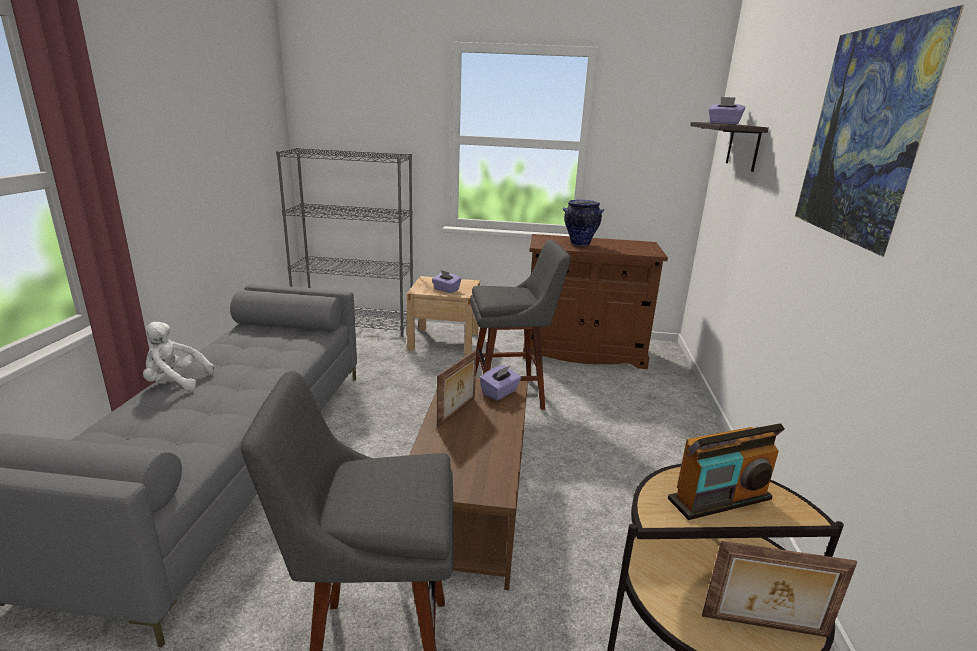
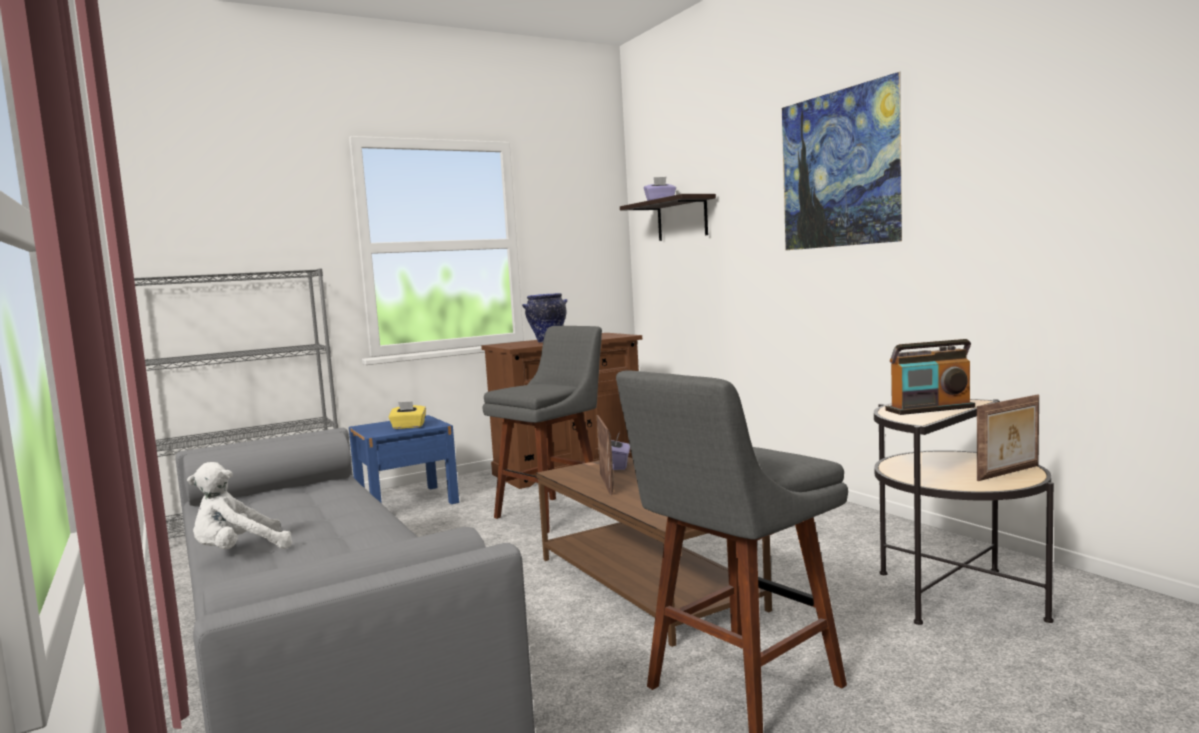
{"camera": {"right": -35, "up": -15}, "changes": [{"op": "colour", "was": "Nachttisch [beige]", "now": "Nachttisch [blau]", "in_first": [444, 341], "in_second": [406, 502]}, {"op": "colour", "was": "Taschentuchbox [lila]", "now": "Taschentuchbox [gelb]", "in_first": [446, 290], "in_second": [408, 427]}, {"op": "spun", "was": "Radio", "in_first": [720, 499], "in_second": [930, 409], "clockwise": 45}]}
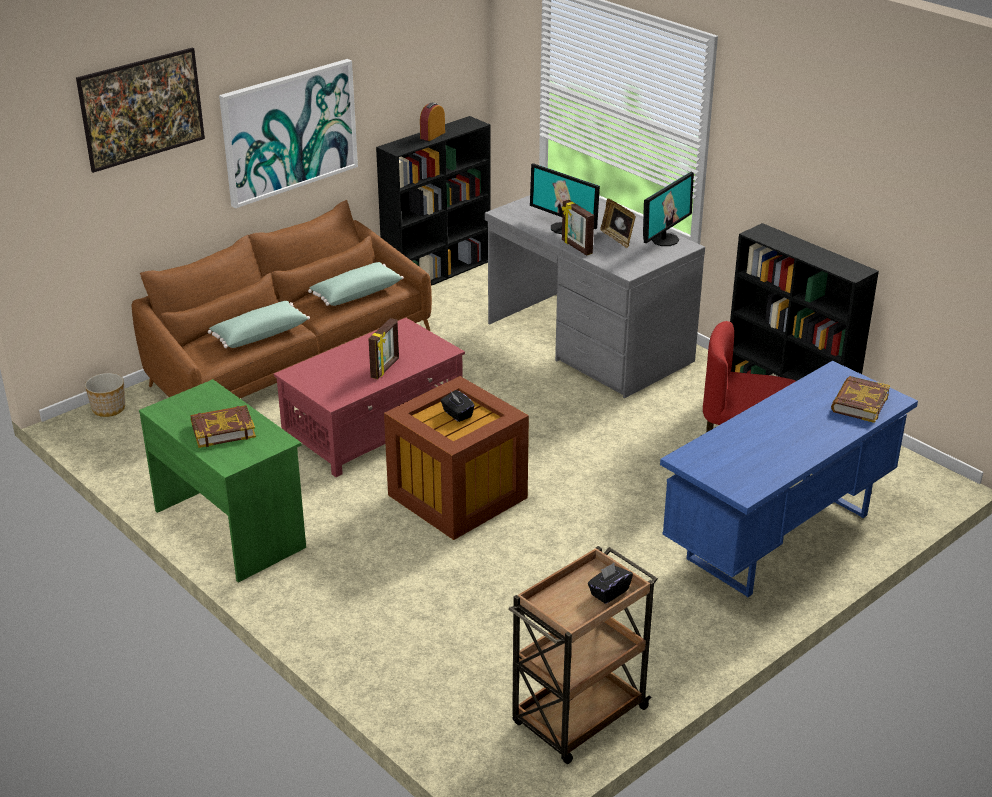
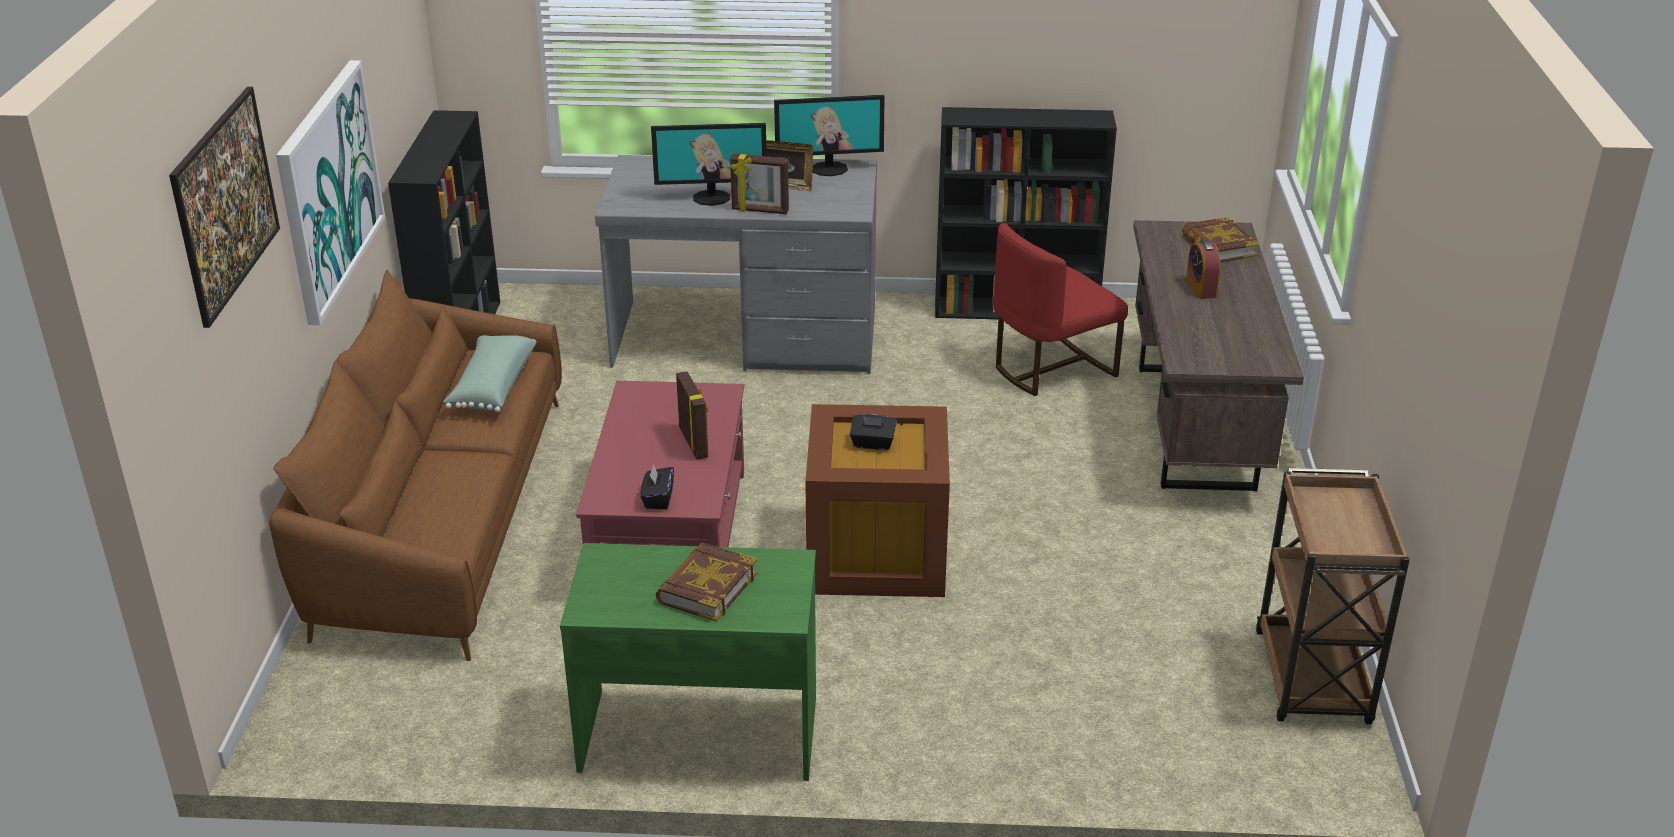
{"camera": {"right": -45, "up": 0}, "changes": [{"op": "missing", "was": "Pflanzkübel", "in_first": [109, 408]}, {"op": "missing", "was": "Kissen [grün]", "in_first": [259, 334]}, {"op": "relocated", "was": "Wecker", "in_first": [432, 135], "in_second": [1201, 288]}, {"op": "relocated", "was": "Taschentuchbox [schwarz]", "in_first": [609, 592], "in_second": [658, 499]}, {"op": "colour", "was": "Schreibtisch [blau]", "now": "Schreibtisch [braun]", "in_first": [778, 538], "in_second": [1196, 427]}, {"op": "spun", "was": "Monitor", "in_first": [665, 240], "in_second": [829, 168], "clockwise": 90}]}
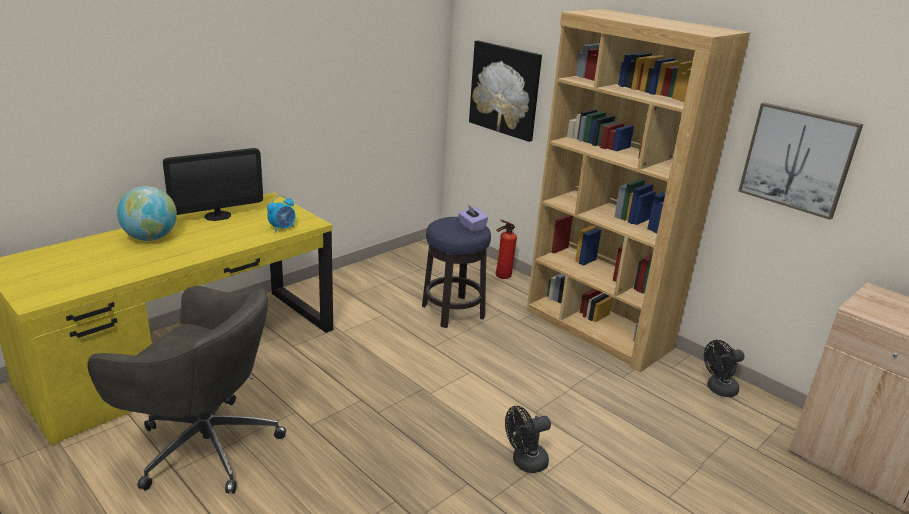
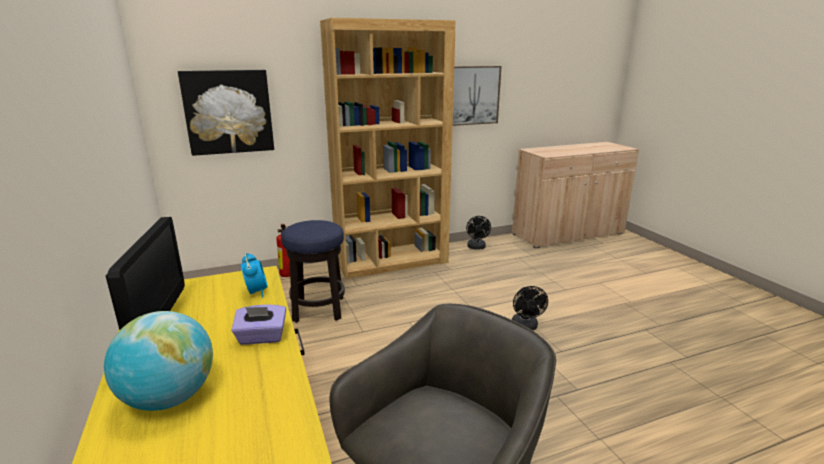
{"camera": {"right": -65, "up": -5}, "changes": [{"op": "relocated", "was": "Taschentuchbox [lila]", "in_first": [471, 227], "in_second": [261, 337]}]}
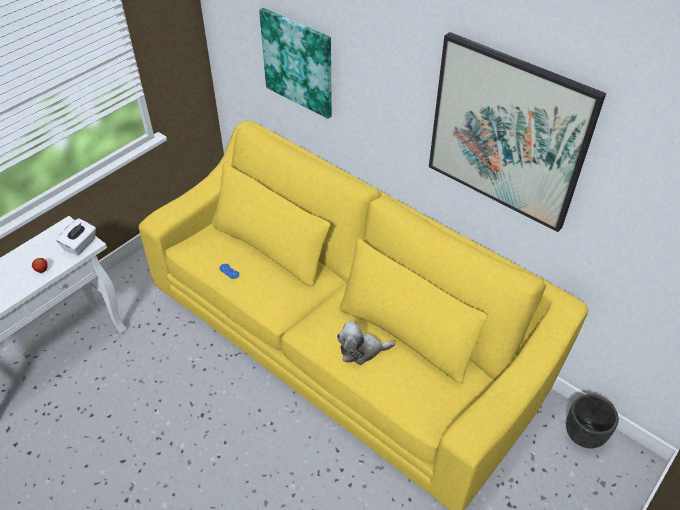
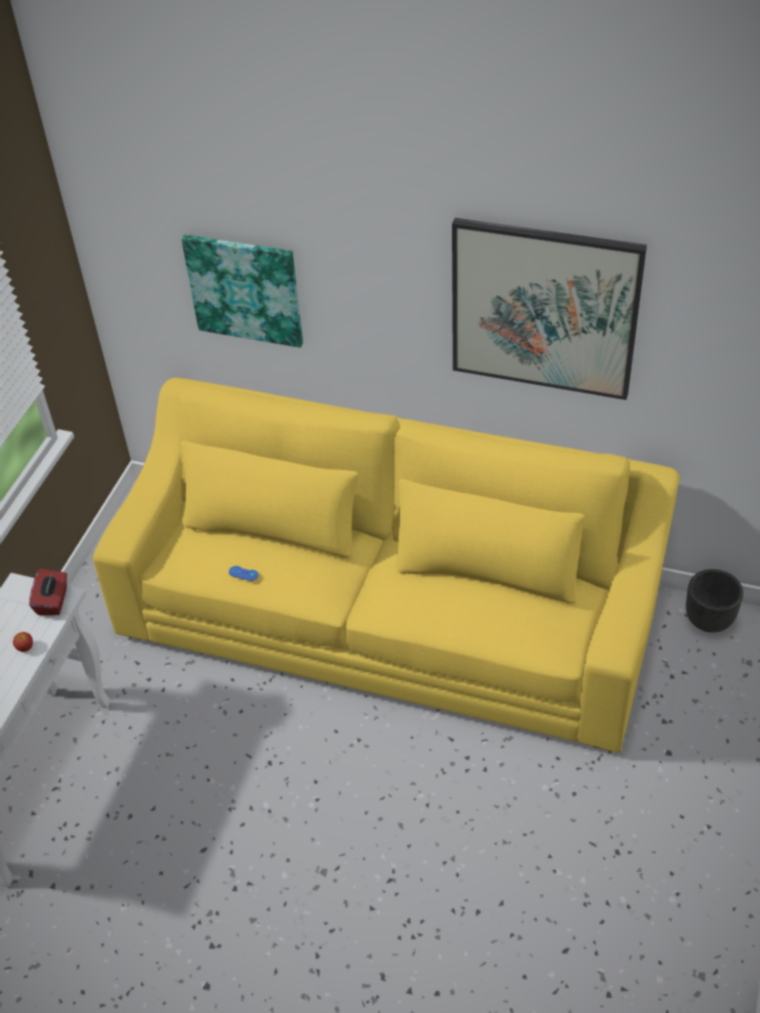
{"camera": {"right": -20, "up": 0}, "changes": [{"op": "missing", "was": "Plüschtier", "in_first": [362, 350]}, {"op": "colour", "was": "Taschentuchbox [weiß]", "now": "Taschentuchbox [rot]", "in_first": [80, 244], "in_second": [53, 601]}]}
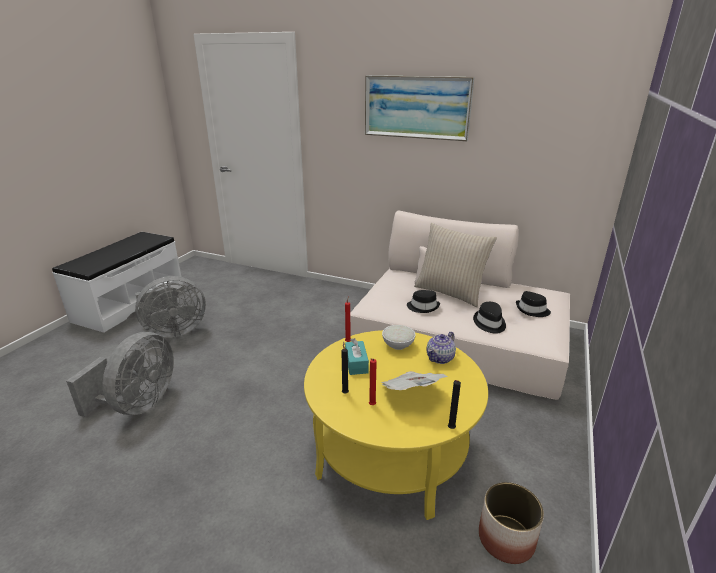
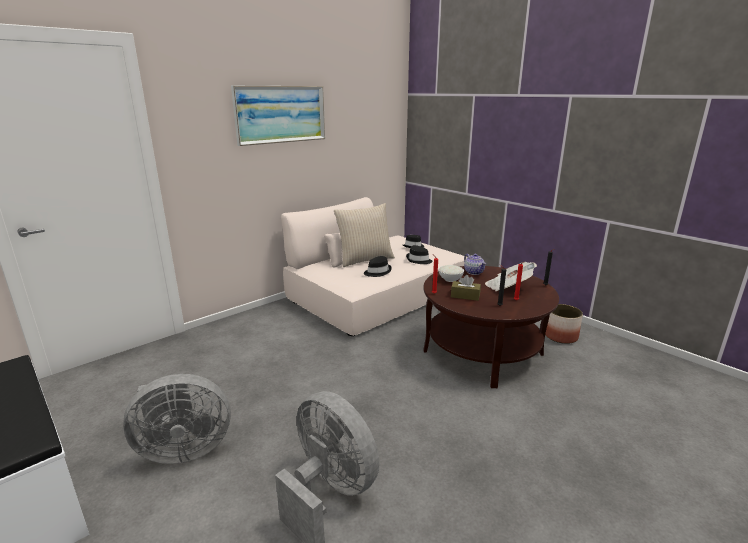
{"camera": {"right": -65, "up": -5}, "changes": [{"op": "colour", "was": "Couchtisch [gelb]", "now": "Couchtisch [braun]", "in_first": [391, 452], "in_second": [482, 352]}, {"op": "colour", "was": "Taschentuchbox [türkis]", "now": "Taschentuchbox [braun]", "in_first": [356, 363], "in_second": [465, 296]}, {"op": "spun", "was": "Ventilator [grau]", "in_first": [173, 331], "in_second": [183, 449], "clockwise": 75}]}
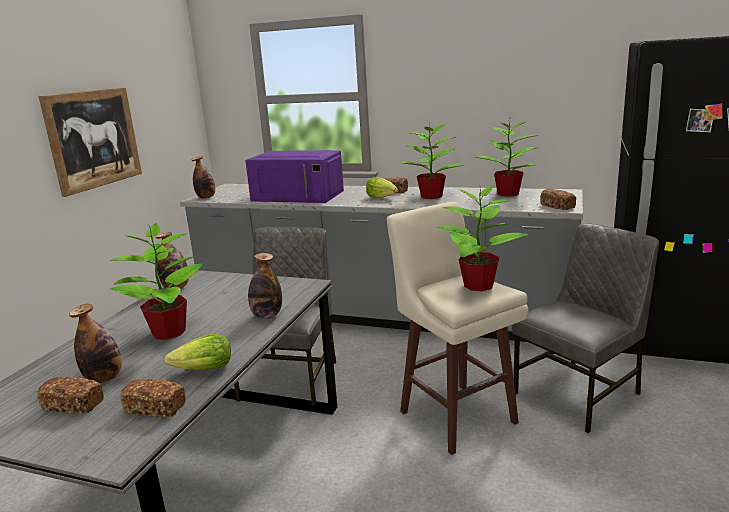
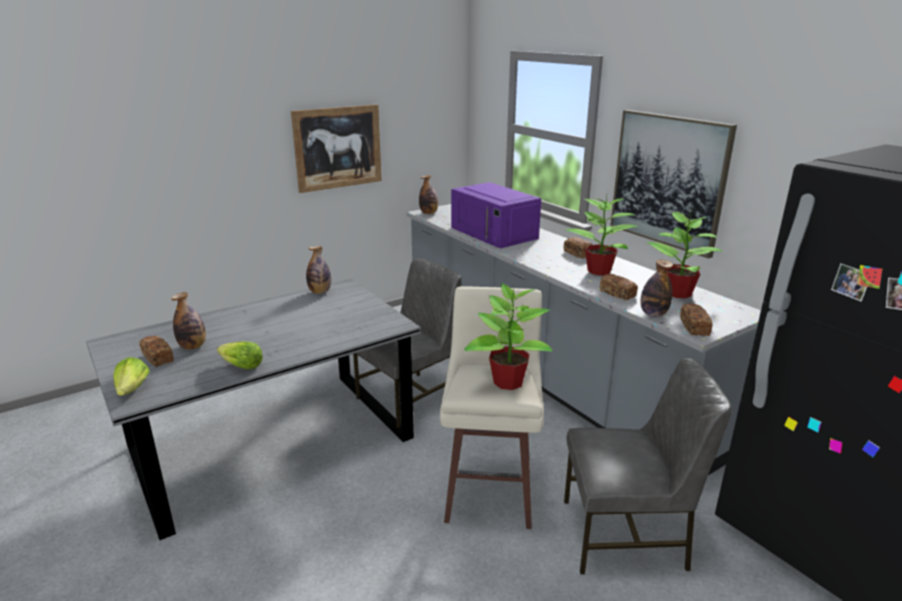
{"camera": {"right": 35, "up": 5}, "changes": [{"op": "missing", "was": "Topfpflanze", "in_first": [168, 333]}, {"op": "appeared", "now": "Bild", "in_second": [668, 181]}, {"op": "relocated", "was": "Brot", "in_first": [156, 408], "in_second": [617, 294]}, {"op": "relocated", "was": "Flasche", "in_first": [267, 316], "in_second": [653, 314]}, {"op": "relocated", "was": "Salatkopf", "in_first": [382, 197], "in_second": [132, 389]}]}
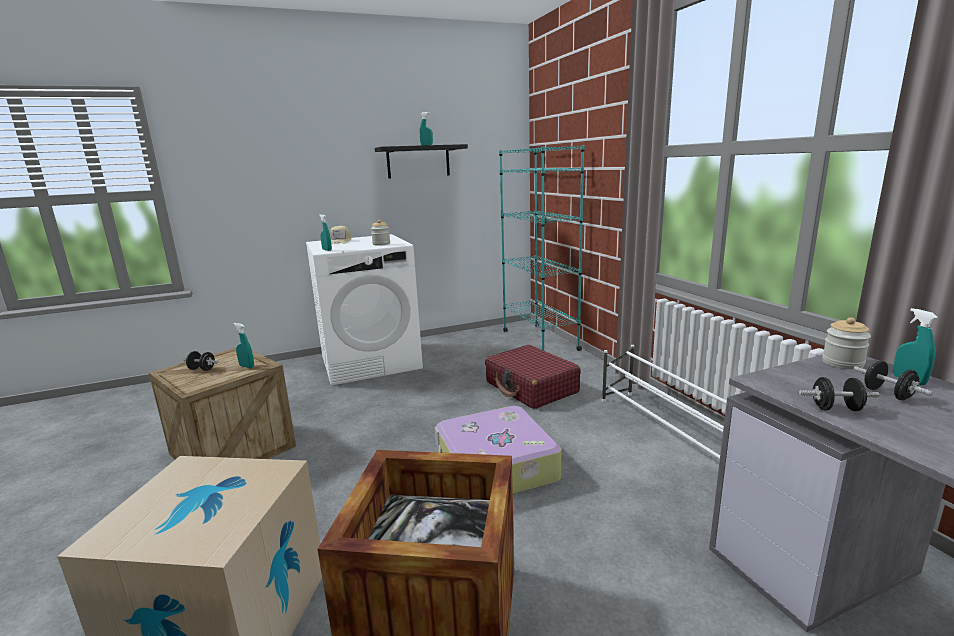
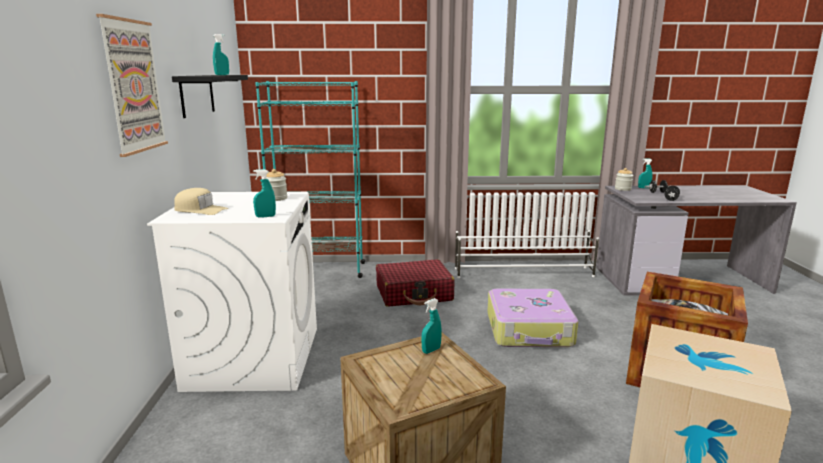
{"camera": {"right": -70, "up": 0}, "changes": [{"op": "missing", "was": "Hantel [schwarz]", "in_first": [202, 369]}, {"op": "appeared", "now": "Bild", "in_second": [133, 86]}]}
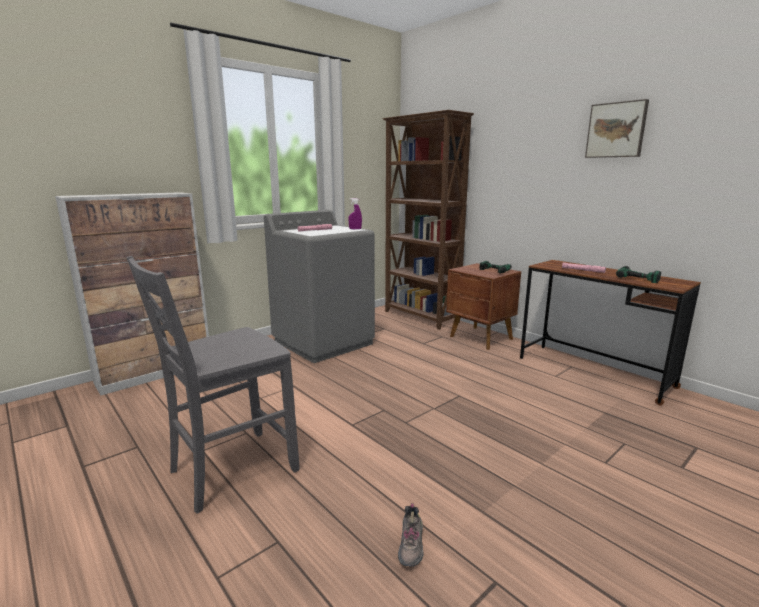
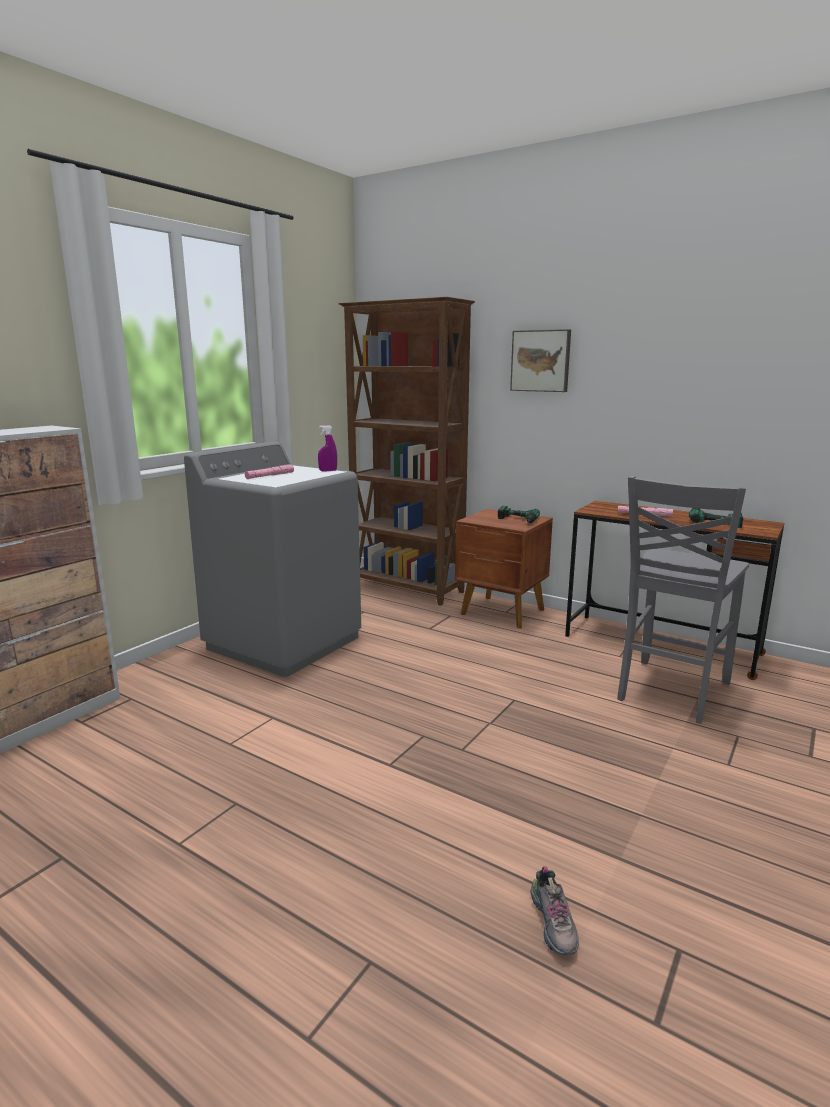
{"camera": {"right": -15, "up": 0}, "changes": [{"op": "relocated", "was": "Stuhl [grau]", "in_first": [230, 470], "in_second": [670, 691]}, {"op": "relocated", "was": "Bild", "in_first": [616, 130], "in_second": [541, 361]}]}
